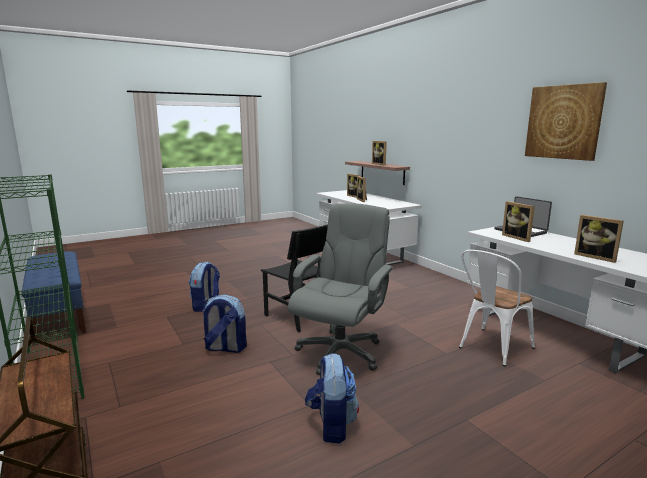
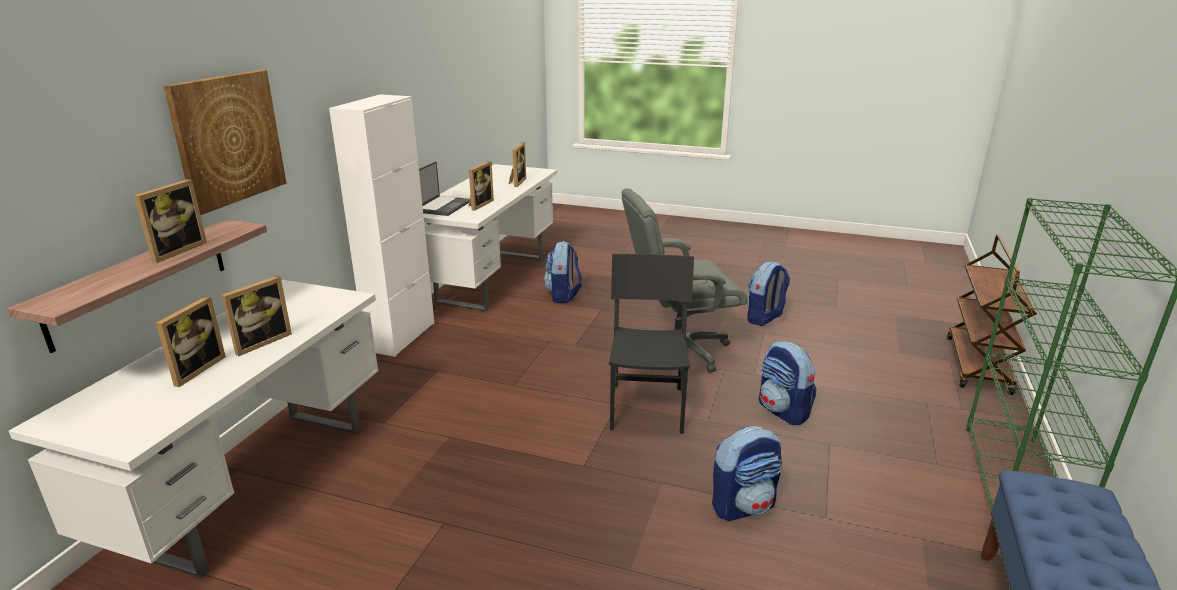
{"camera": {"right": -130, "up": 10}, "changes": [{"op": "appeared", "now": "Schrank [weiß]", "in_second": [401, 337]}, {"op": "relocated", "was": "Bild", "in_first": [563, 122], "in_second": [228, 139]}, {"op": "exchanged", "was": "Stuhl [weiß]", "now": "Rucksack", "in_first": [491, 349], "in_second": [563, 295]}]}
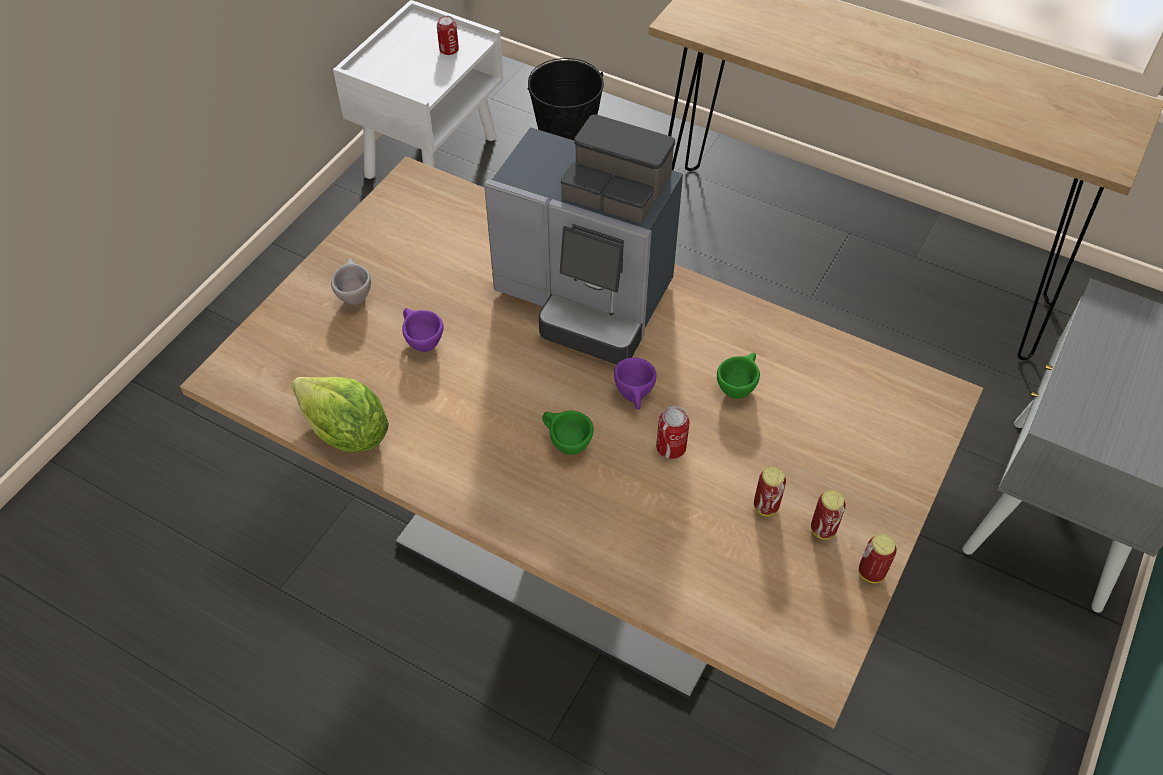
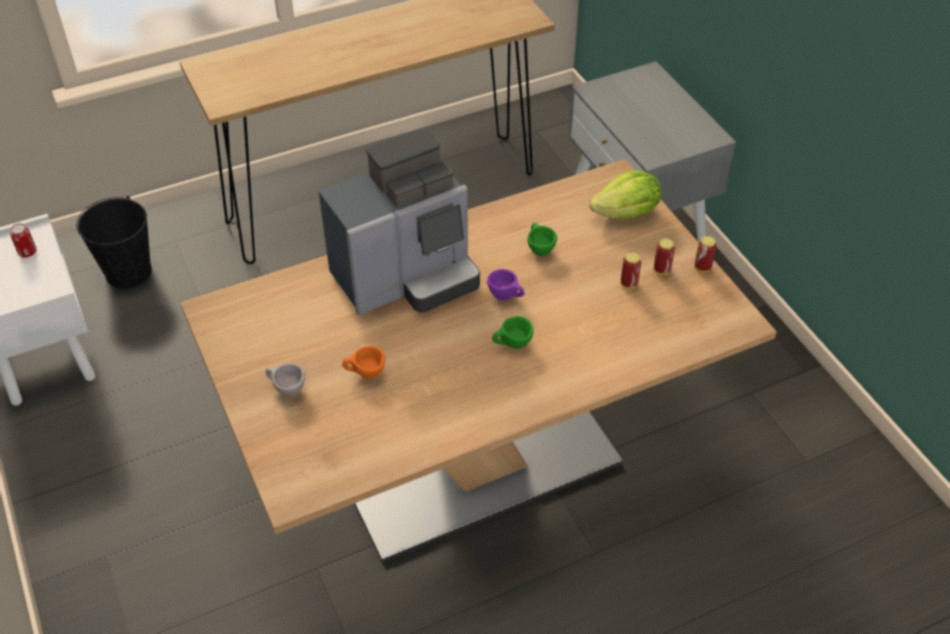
{"camera": {"right": -55, "up": -5}, "changes": [{"op": "missing", "was": "Dose", "in_first": [671, 448]}, {"op": "relocated", "was": "Salatkopf", "in_first": [346, 433], "in_second": [627, 214]}, {"op": "colour", "was": "Tasse [lila]", "now": "Tasse [orange]", "in_first": [421, 342], "in_second": [365, 375]}]}
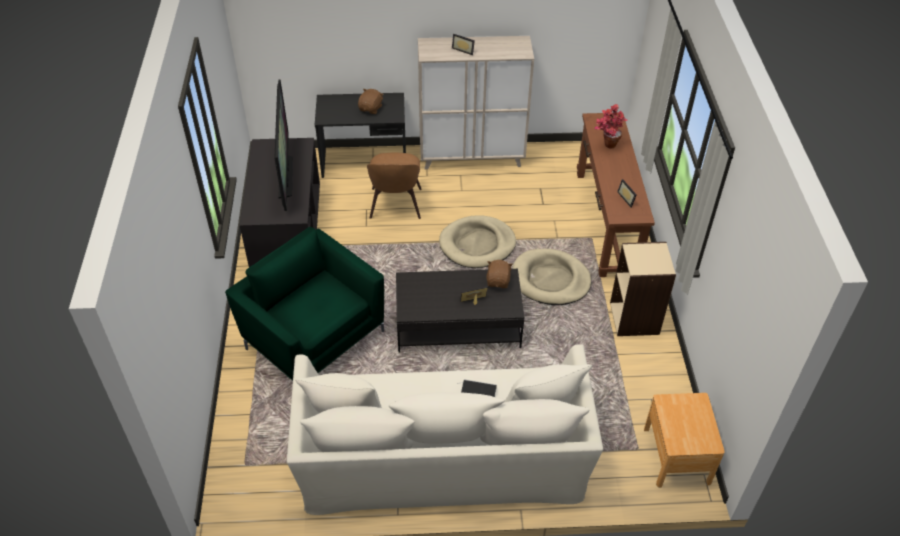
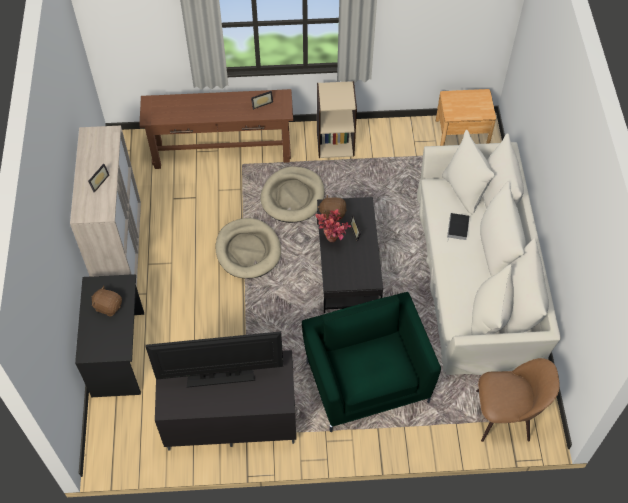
{"camera": {"right": -90, "up": 10}, "changes": [{"op": "relocated", "was": "Stuhl [braun]", "in_first": [395, 205], "in_second": [505, 415]}, {"op": "relocated", "was": "Topfpflanze", "in_first": [606, 146], "in_second": [333, 241]}, {"op": "spun", "was": "Sessel [grün]", "in_first": [314, 338], "in_second": [367, 380], "clockwise": 120}]}
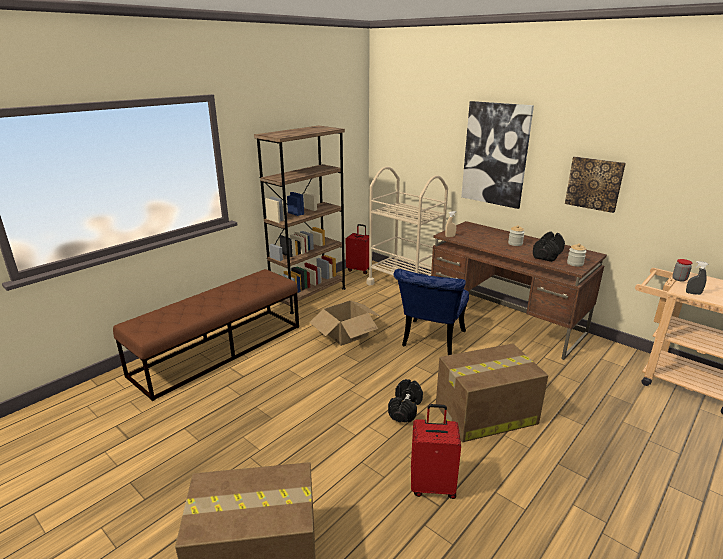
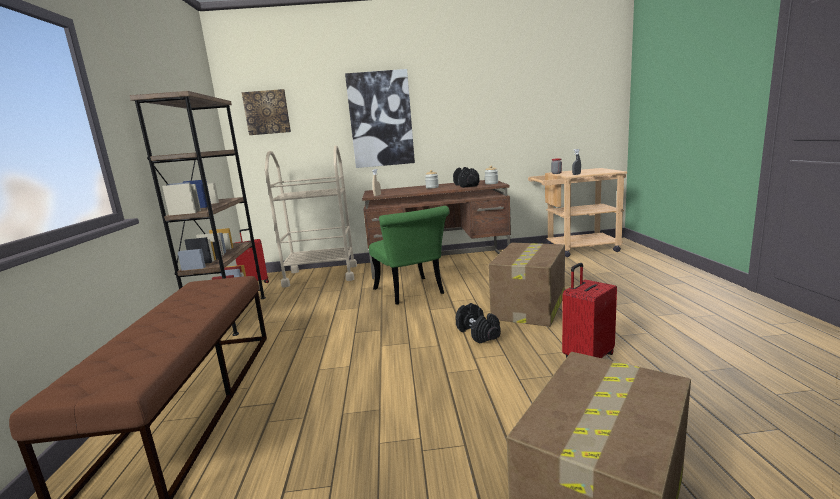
{"camera": {"right": -45, "up": -10}, "changes": [{"op": "missing", "was": "Karton", "in_first": [346, 333]}, {"op": "relocated", "was": "Bild", "in_first": [594, 183], "in_second": [267, 112]}, {"op": "colour", "was": "Stuhl [blau]", "now": "Stuhl [grün]", "in_first": [430, 341], "in_second": [411, 293]}]}
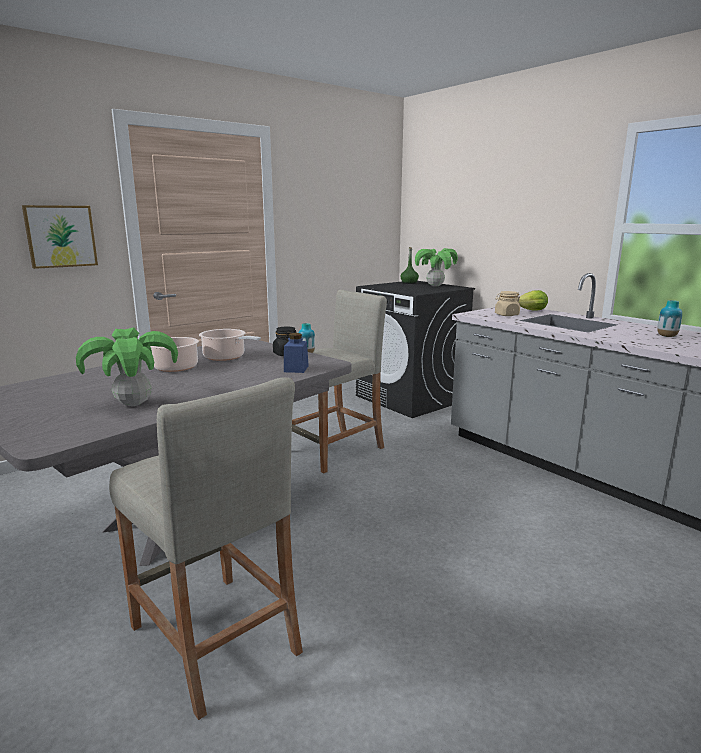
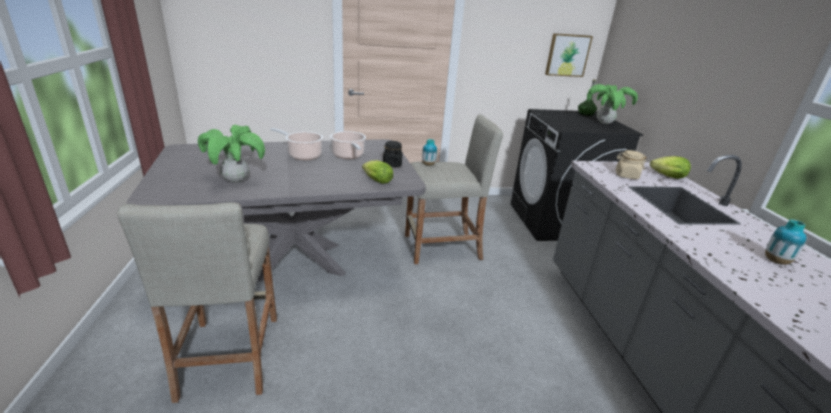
{"camera": {"right": 30, "up": 10}, "changes": [{"op": "relocated", "was": "Bild", "in_first": [60, 236], "in_second": [567, 55]}, {"op": "exchanged", "was": "Vorratsglas [blau]", "now": "Salatkopf", "in_first": [296, 369], "in_second": [376, 181]}]}
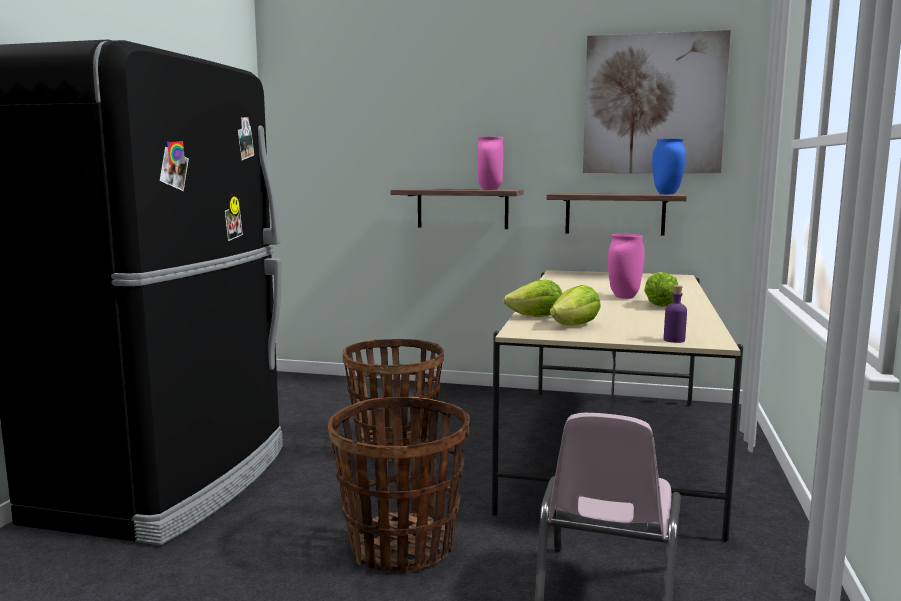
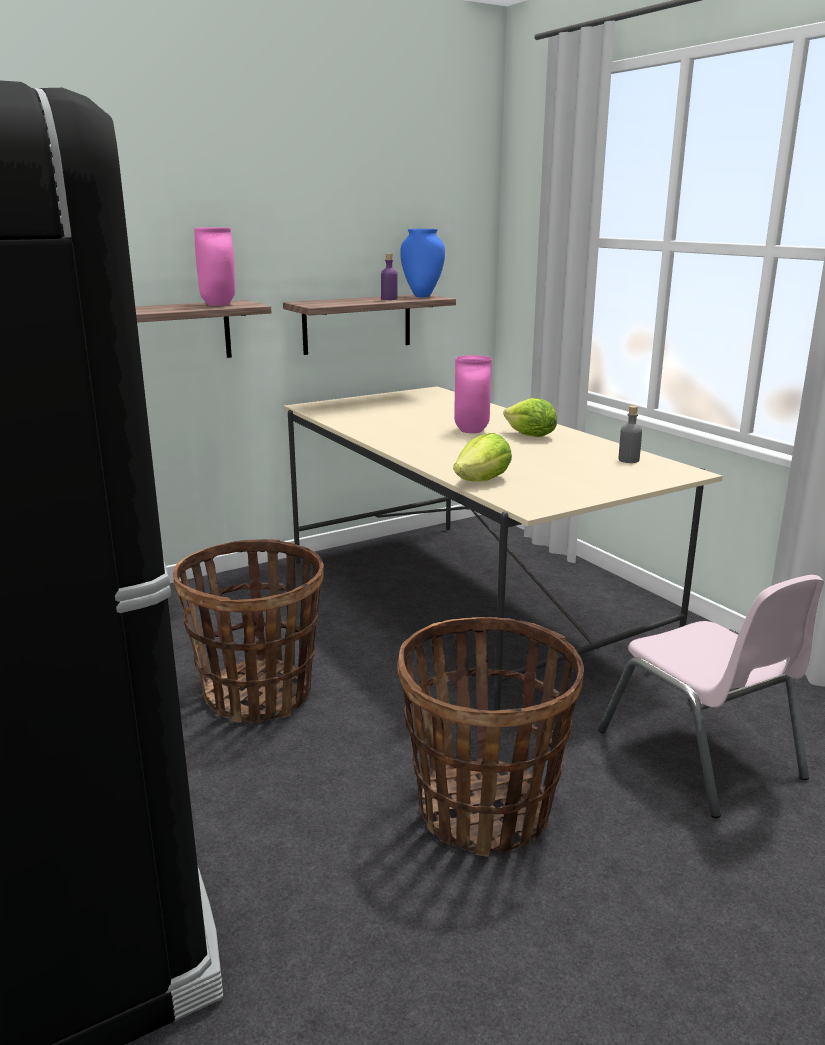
{"camera": {"right": -45, "up": 10}, "changes": [{"op": "missing", "was": "Salatkopf", "in_first": [575, 325]}, {"op": "missing", "was": "Bild", "in_first": [653, 104]}, {"op": "appeared", "now": "Flasche [grau]", "in_second": [628, 460]}, {"op": "relocated", "was": "Flasche [lila]", "in_first": [674, 340], "in_second": [389, 299]}]}
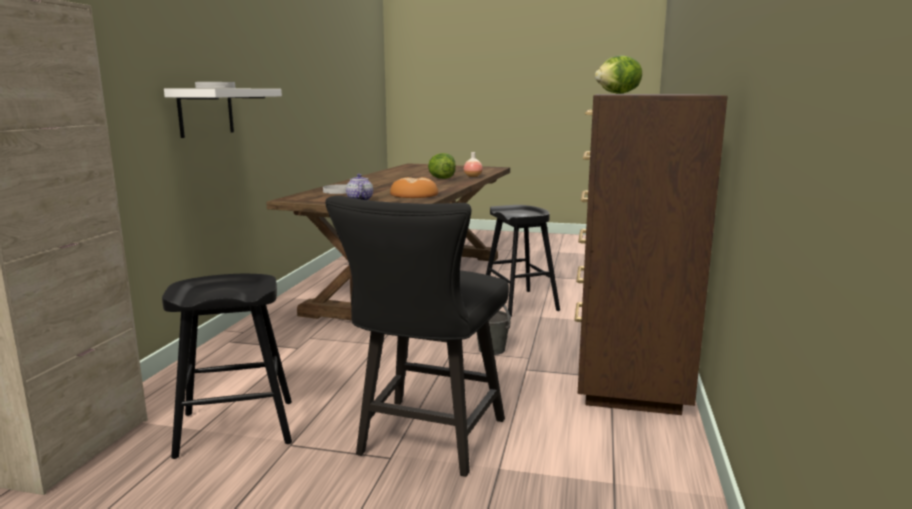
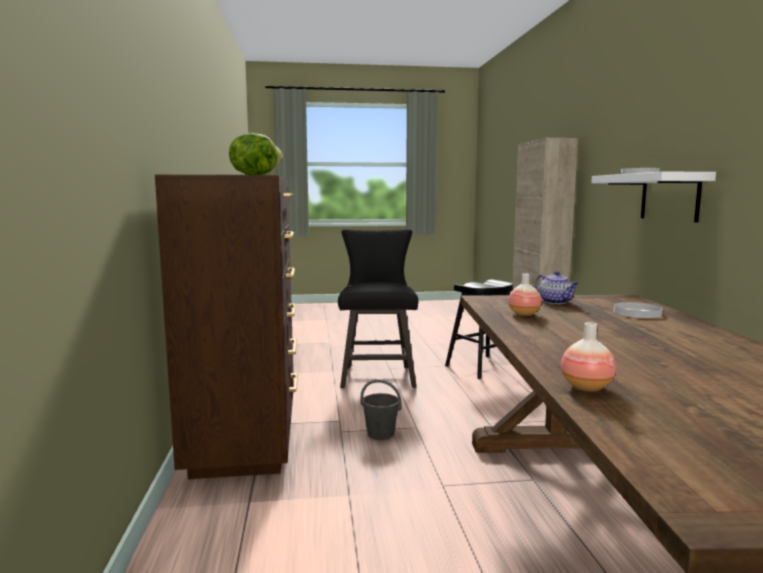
{"camera": {"right": 160, "up": -5}, "changes": [{"op": "missing", "was": "Salatkopf", "in_first": [441, 178]}, {"op": "missing", "was": "Hocker [schwarz]", "in_first": [519, 303]}, {"op": "exchanged", "was": "Brot", "now": "Vase", "in_first": [414, 195], "in_second": [523, 314]}]}
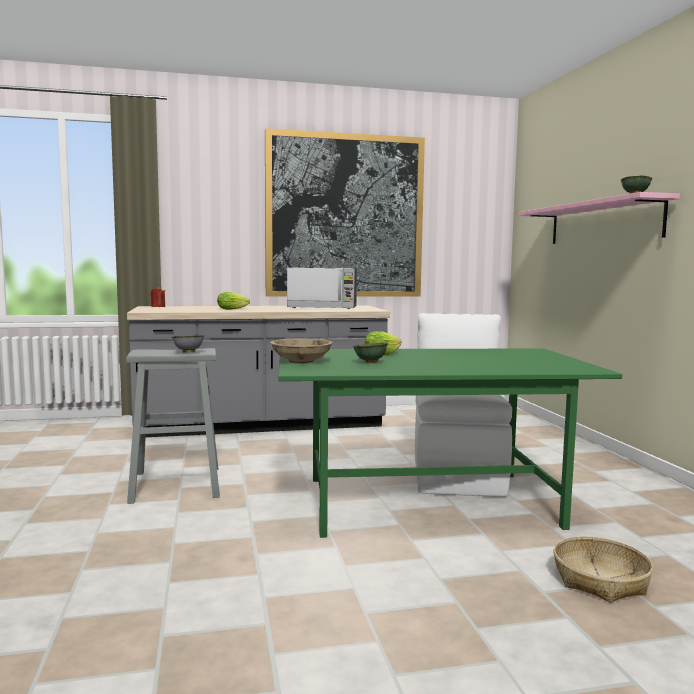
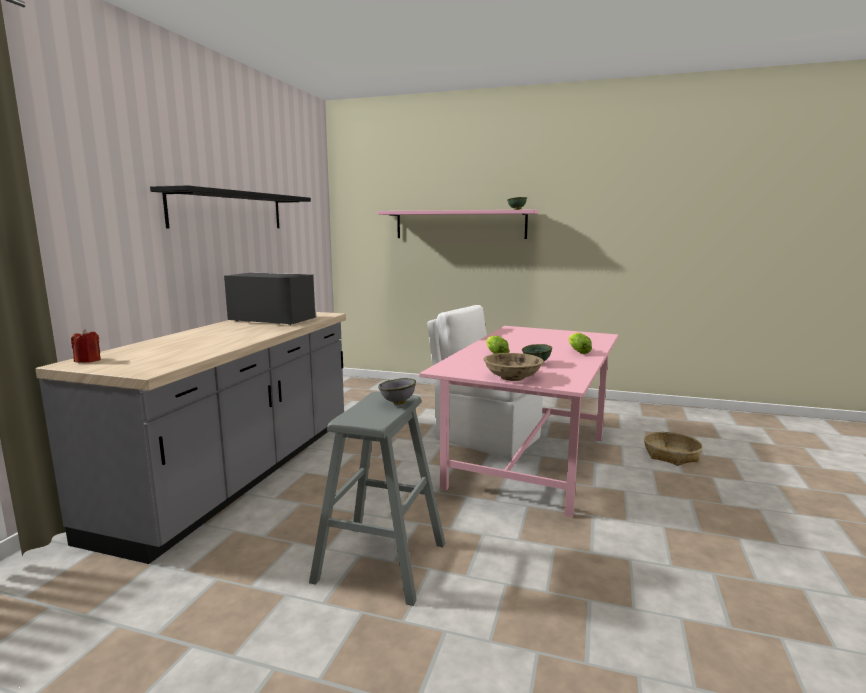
{"camera": {"right": -60, "up": 5}, "changes": [{"op": "relocated", "was": "Salatkopf", "in_first": [234, 309], "in_second": [577, 351]}, {"op": "exchanged", "was": "Bild", "now": "Wandregal [schwarz]", "in_first": [344, 216], "in_second": [229, 210]}, {"op": "colour", "was": "Esstisch [grün]", "now": "Esstisch [rosa]", "in_first": [427, 502], "in_second": [530, 462]}, {"op": "spun", "was": "Mikrowelle", "in_first": [323, 308], "in_second": [272, 320], "clockwise": -105}]}
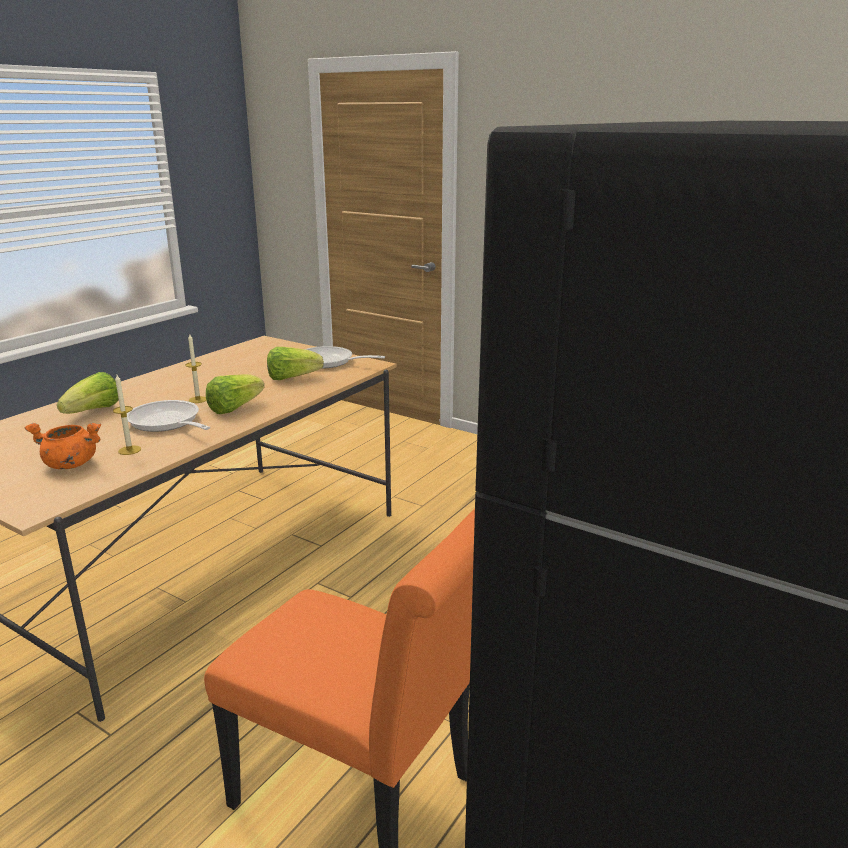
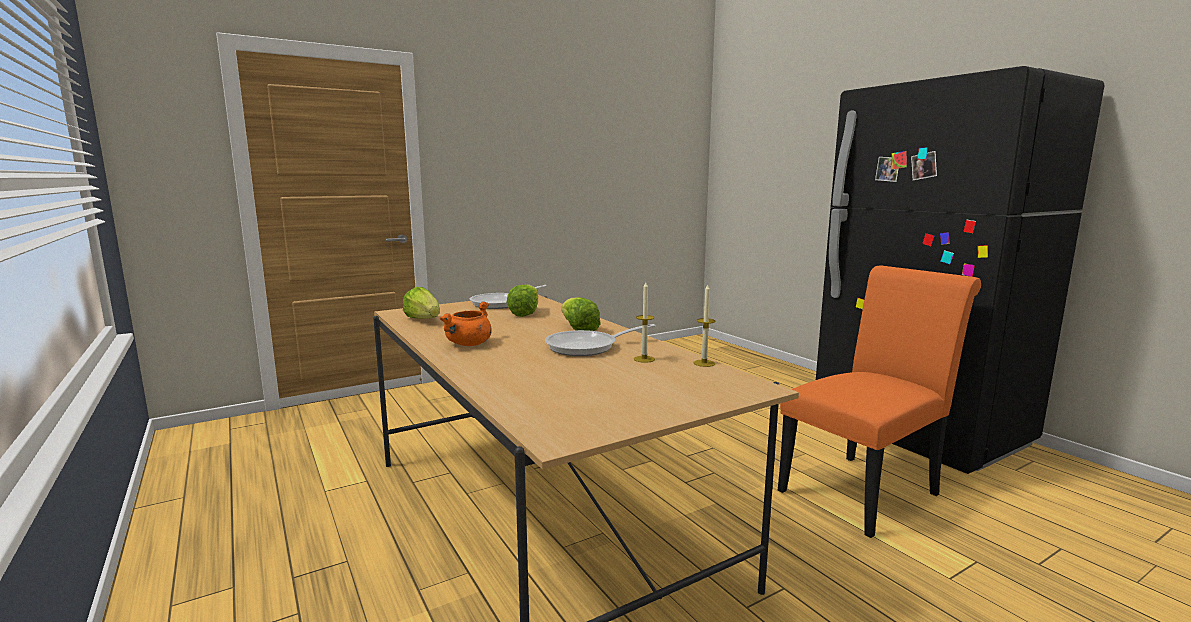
{"camera": {"right": -65, "up": -10}, "changes": [{"op": "relocated", "was": "Kochtopf [orange]", "in_first": [69, 464], "in_second": [469, 344]}, {"op": "relocated", "was": "Salatkopf", "in_first": [94, 411], "in_second": [423, 320]}, {"op": "relocated", "was": "Kerze", "in_first": [198, 400], "in_second": [704, 363]}]}
